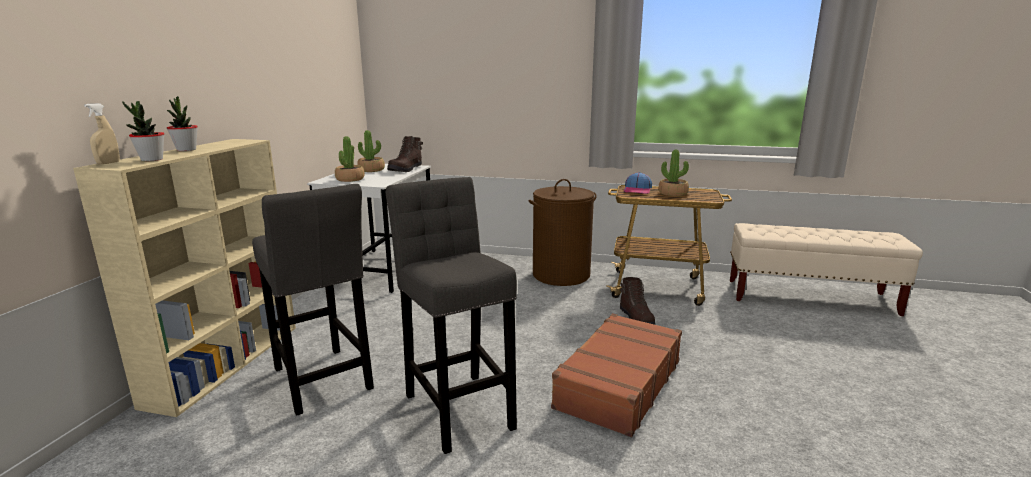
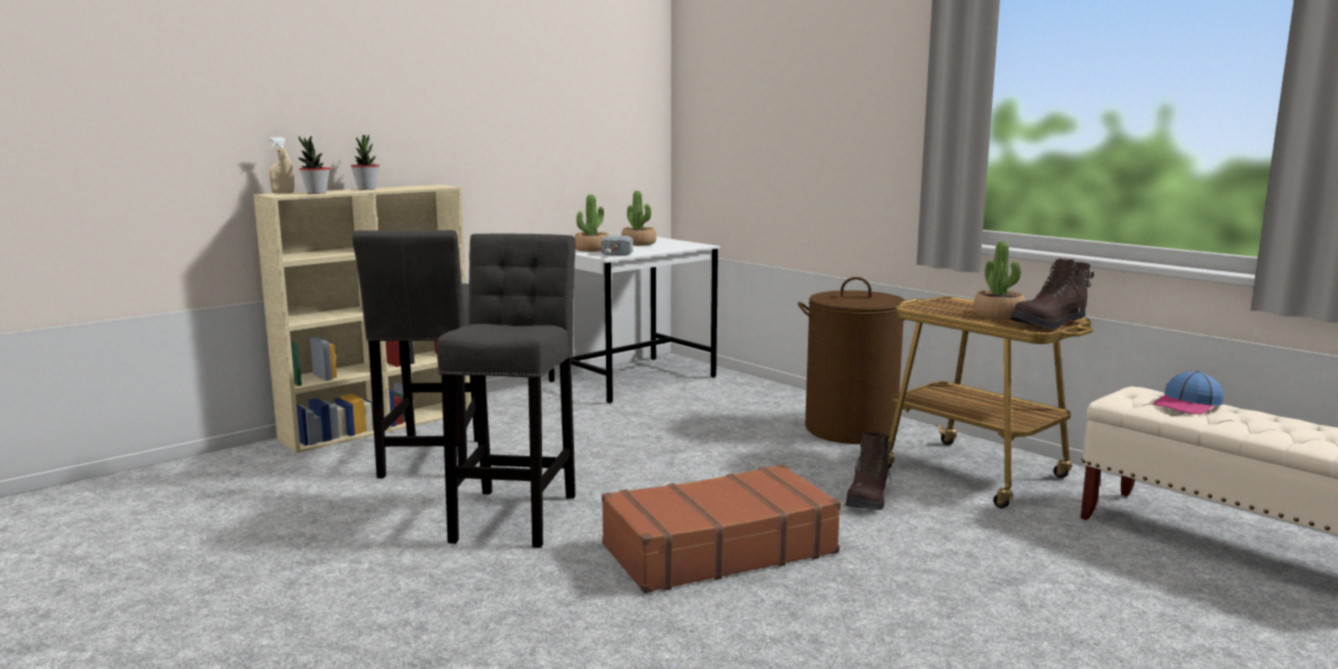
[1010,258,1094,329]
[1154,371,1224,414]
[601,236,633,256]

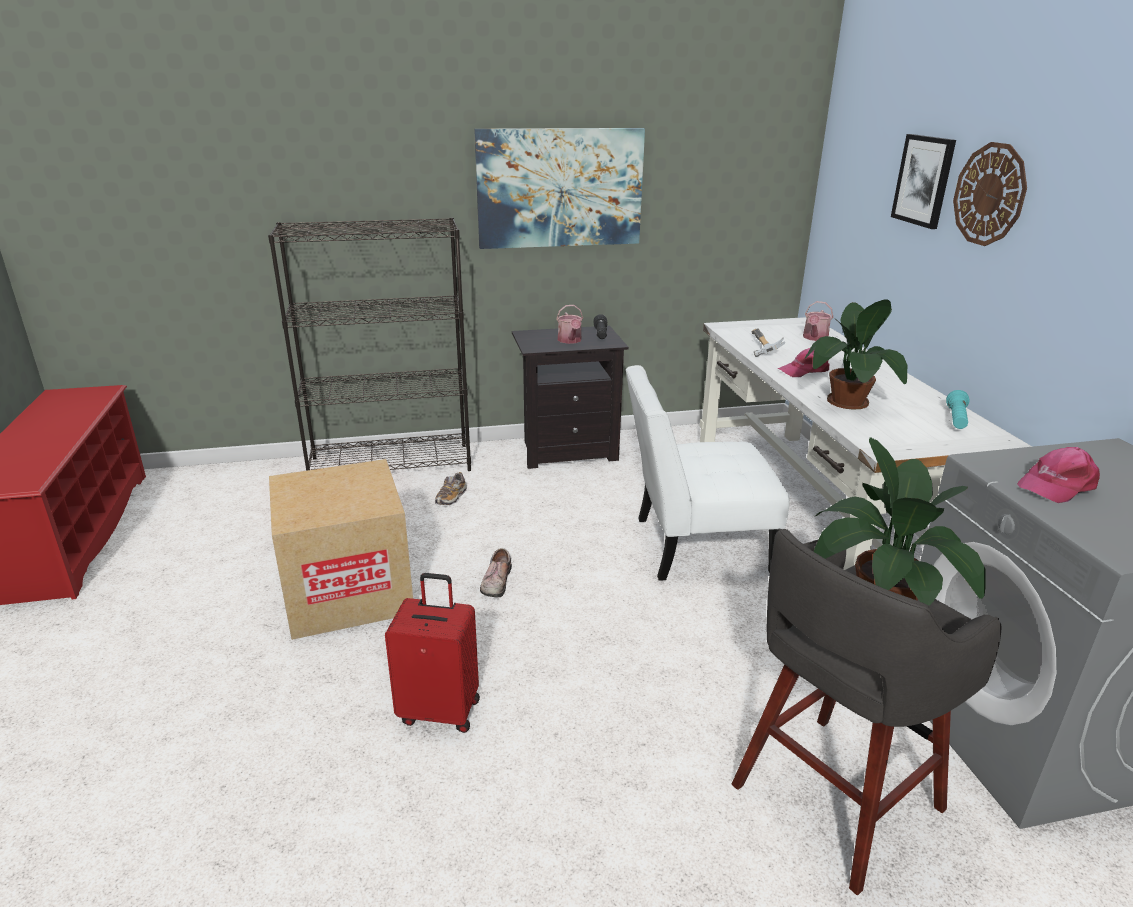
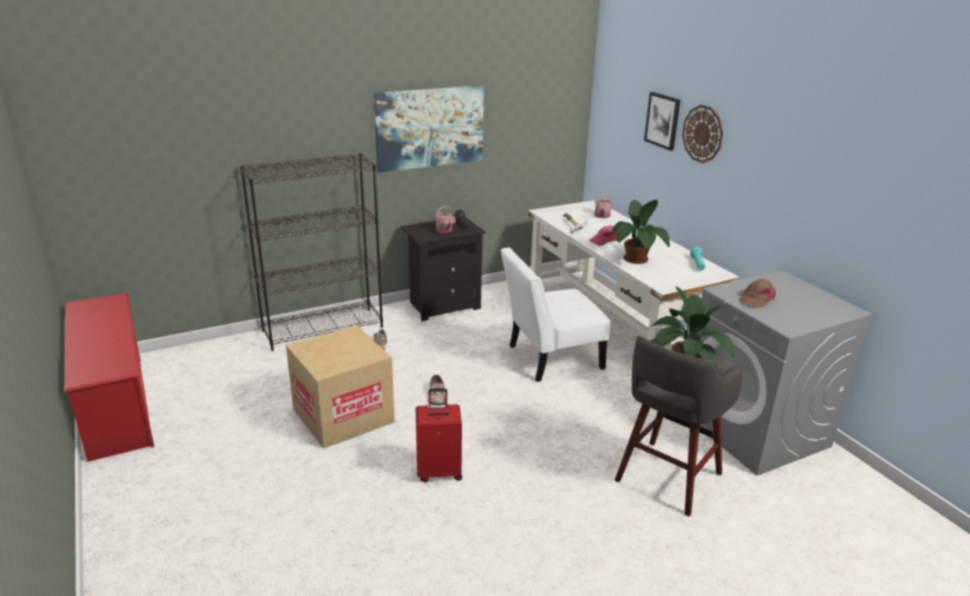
[739,279,776,308]

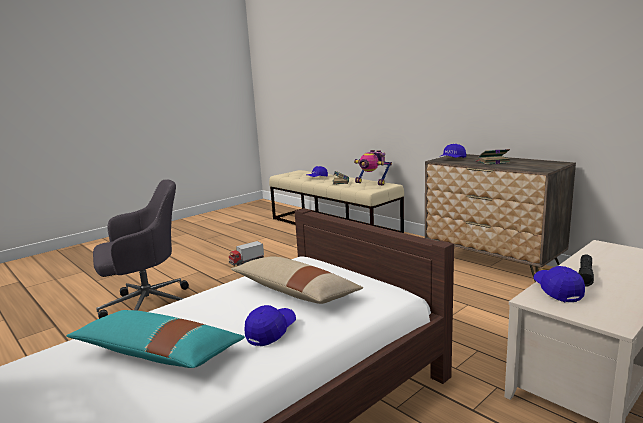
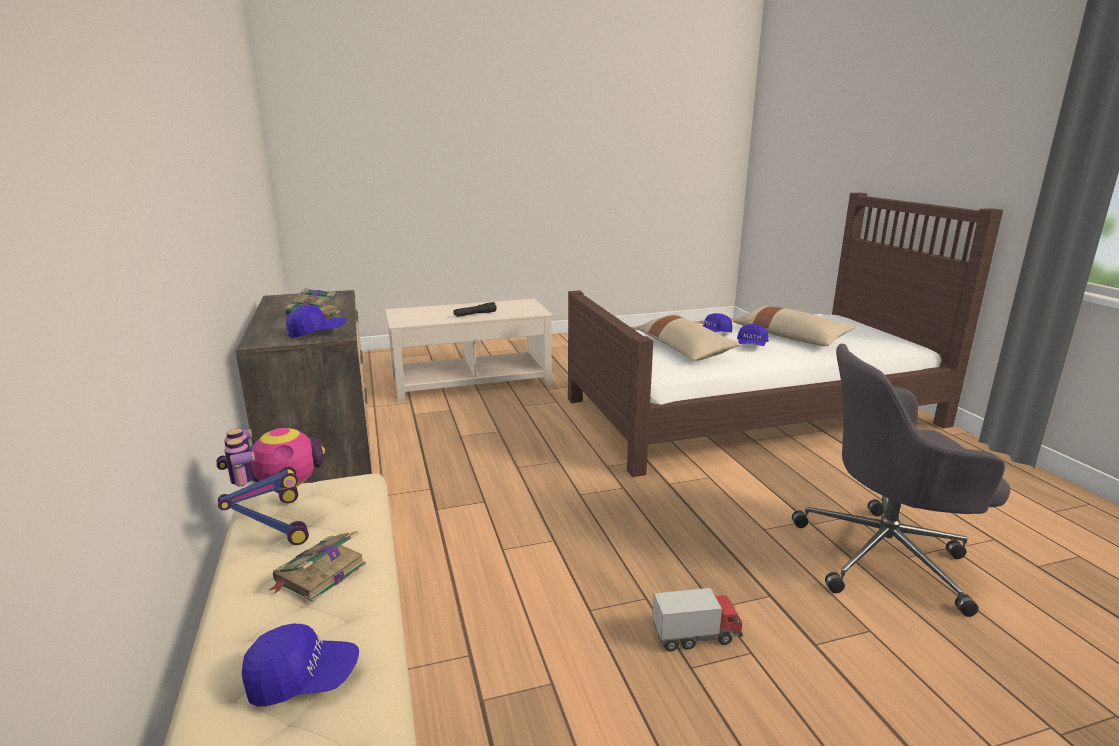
[737,324,769,346]
[733,306,855,346]

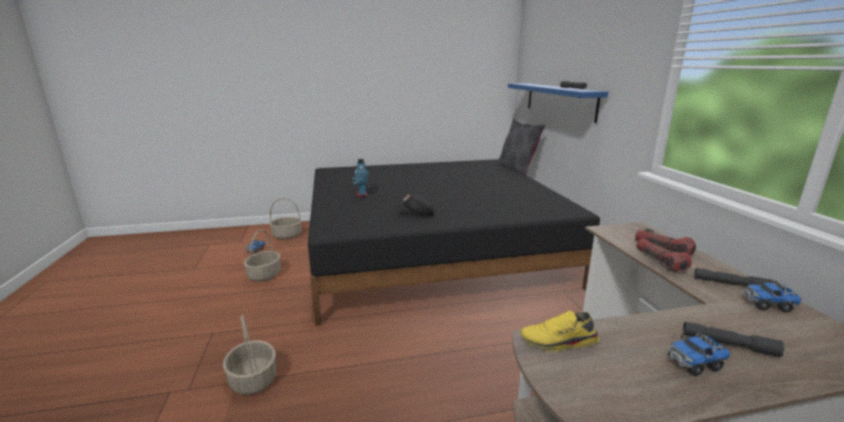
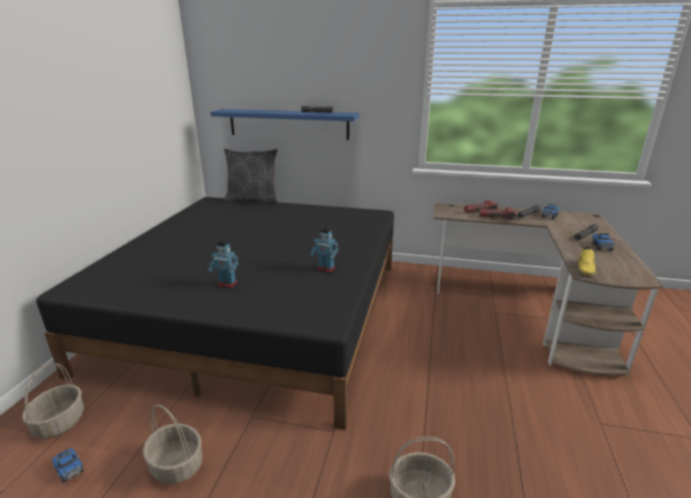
[310,226,338,273]

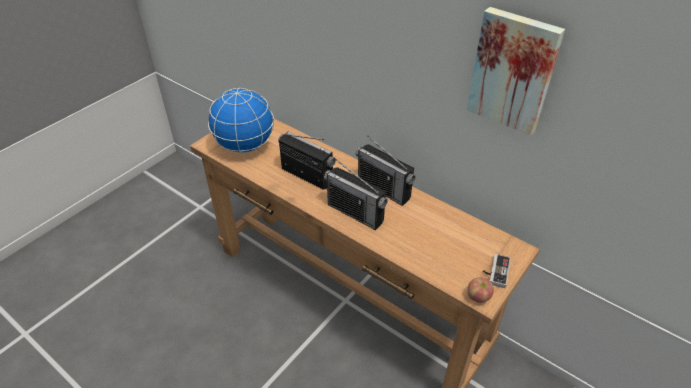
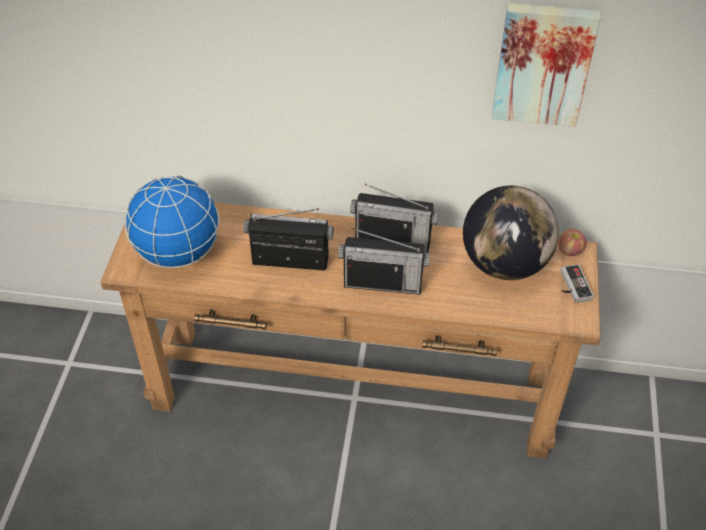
[558,229,587,256]
[463,186,559,280]

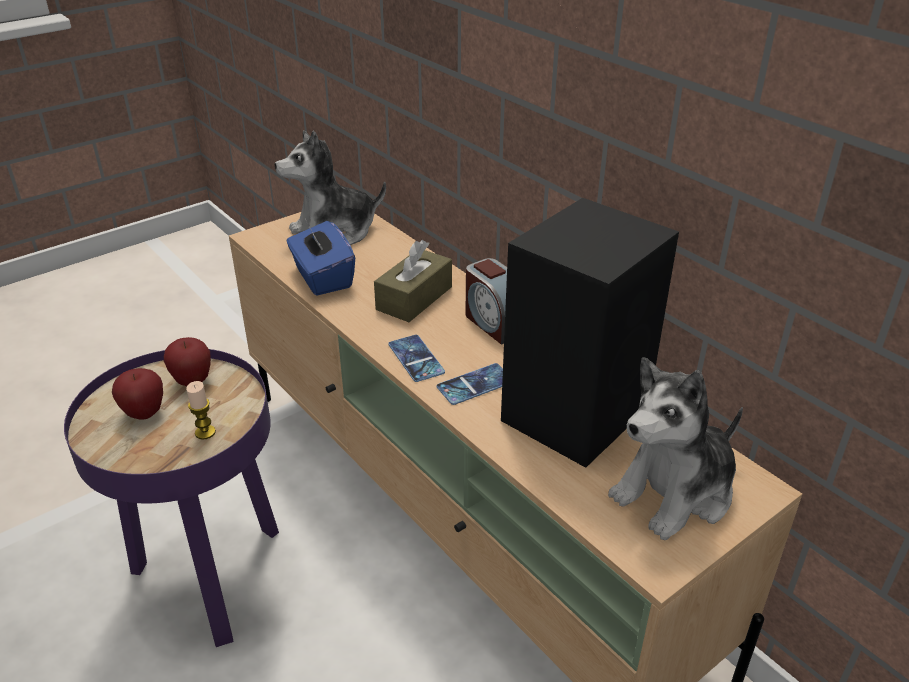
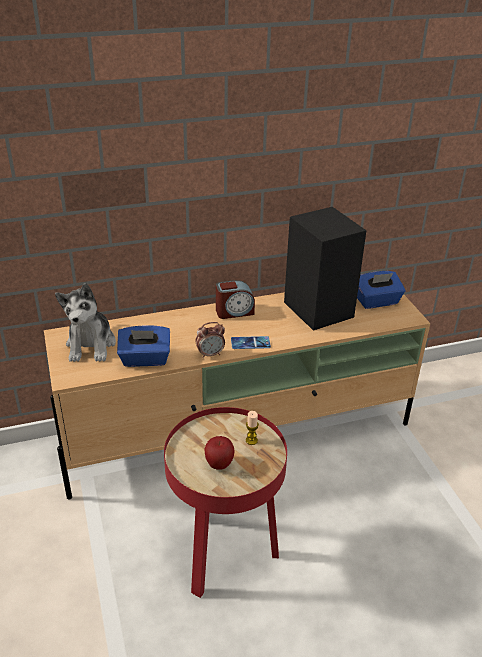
[374,240,452,322] (first image)
[164,337,211,386] (first image)
[164,407,287,598]
[357,271,405,309]
[437,363,503,405] (first image)
[195,322,225,358]

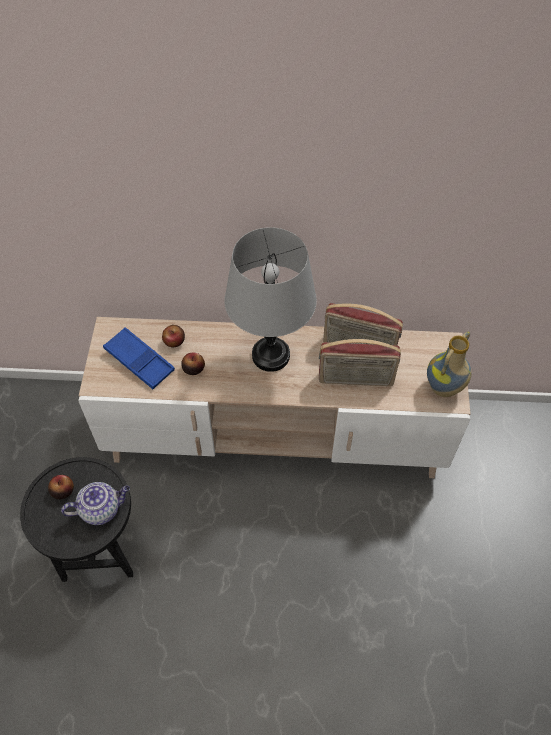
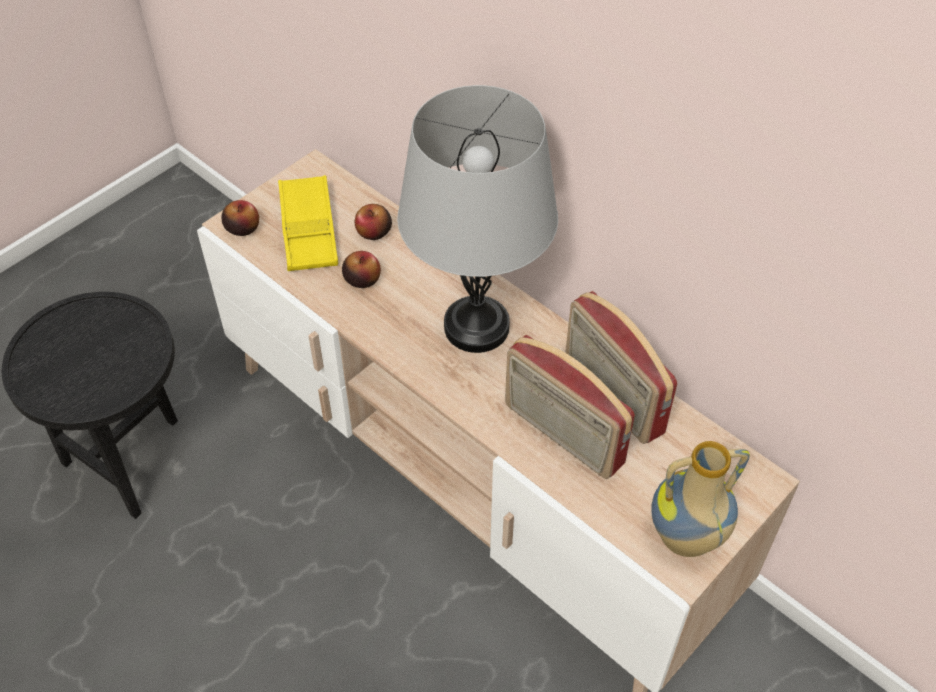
[278,175,338,271]
[221,200,259,236]
[61,482,130,525] (first image)

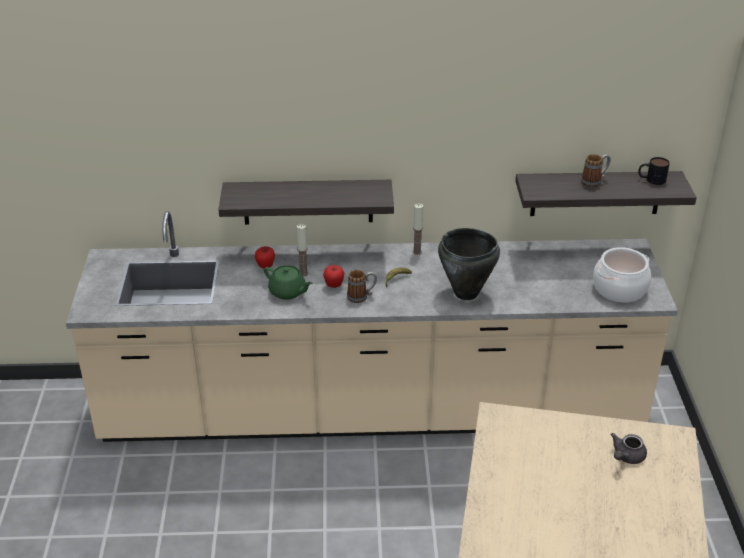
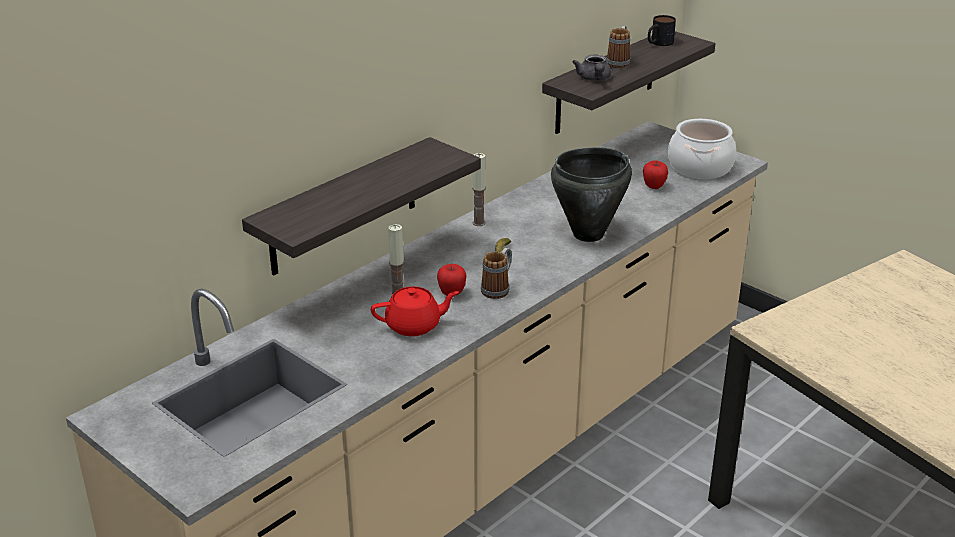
[643,160,668,189]
[371,286,459,336]
[572,55,611,81]

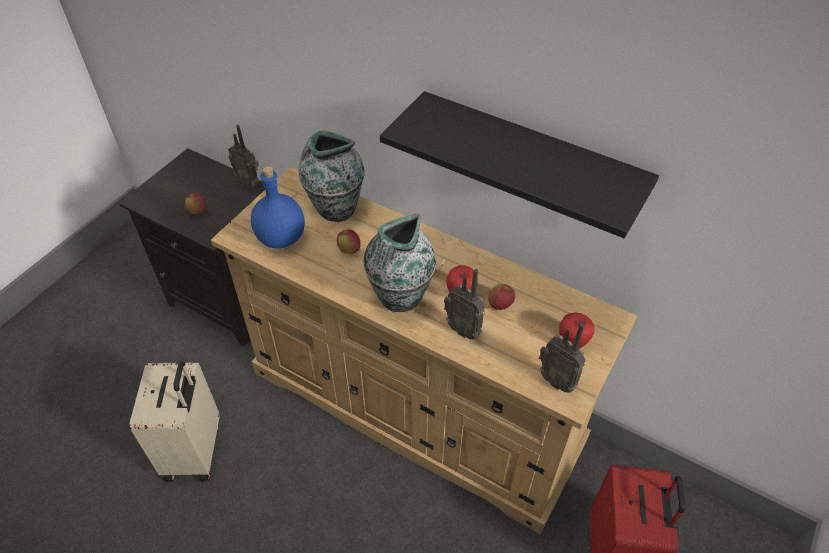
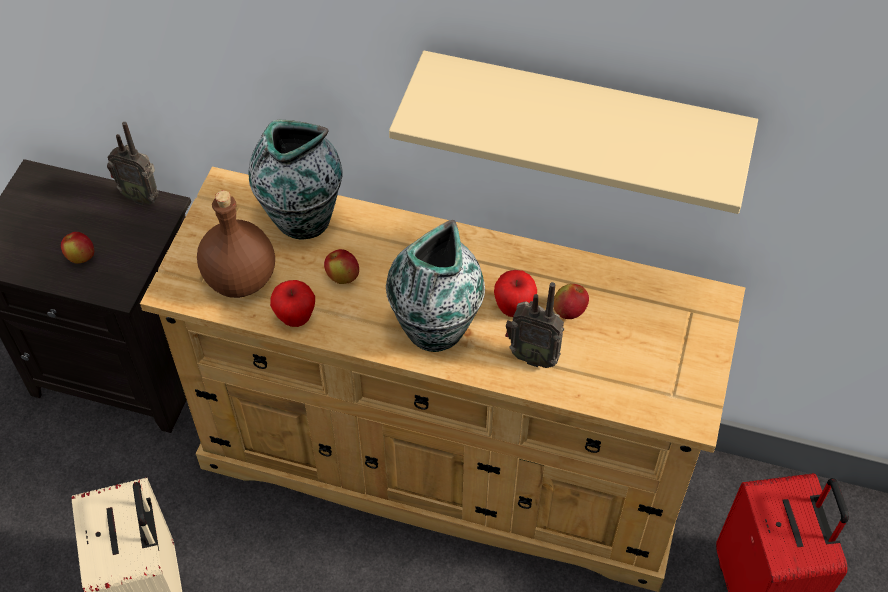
[389,51,758,214]
[197,190,275,298]
[270,280,315,327]
[539,323,586,392] (first image)

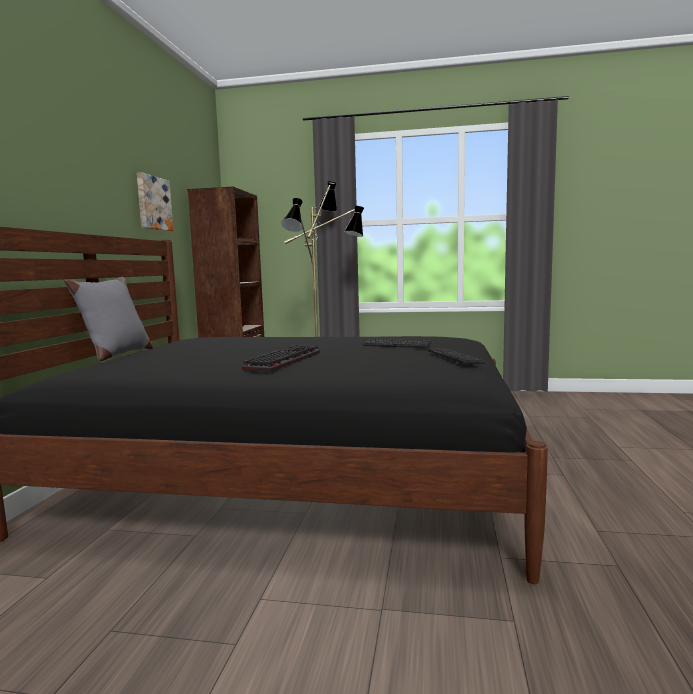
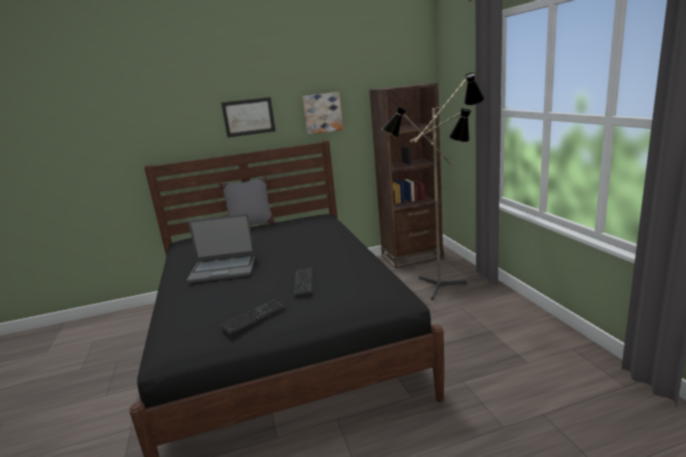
[187,214,255,283]
[221,97,276,137]

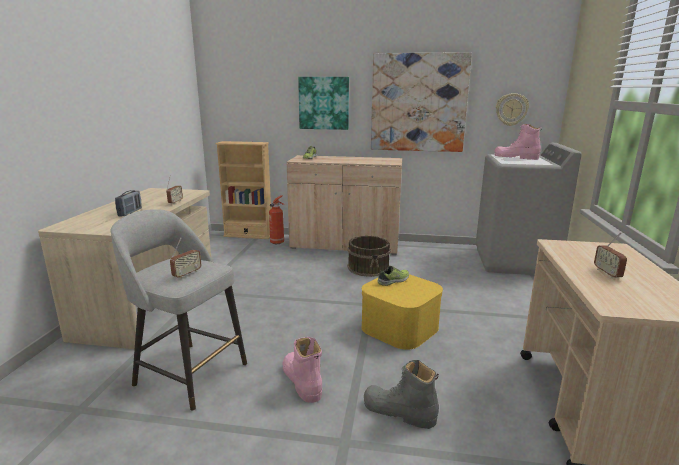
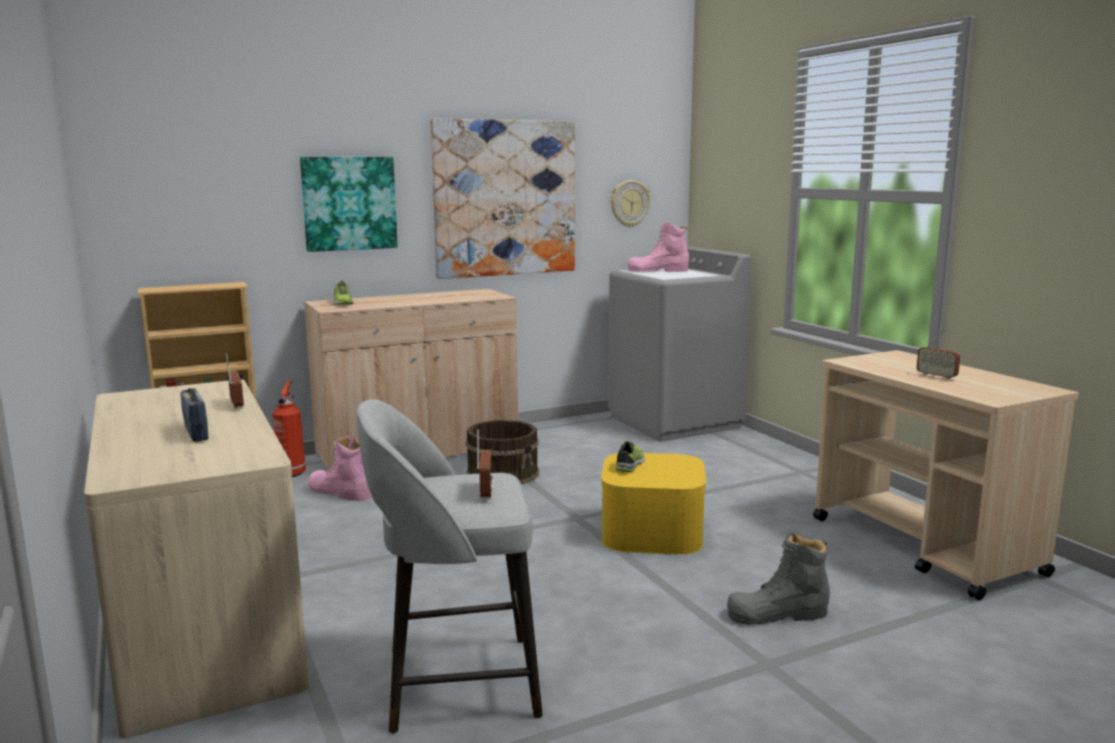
[308,436,372,501]

